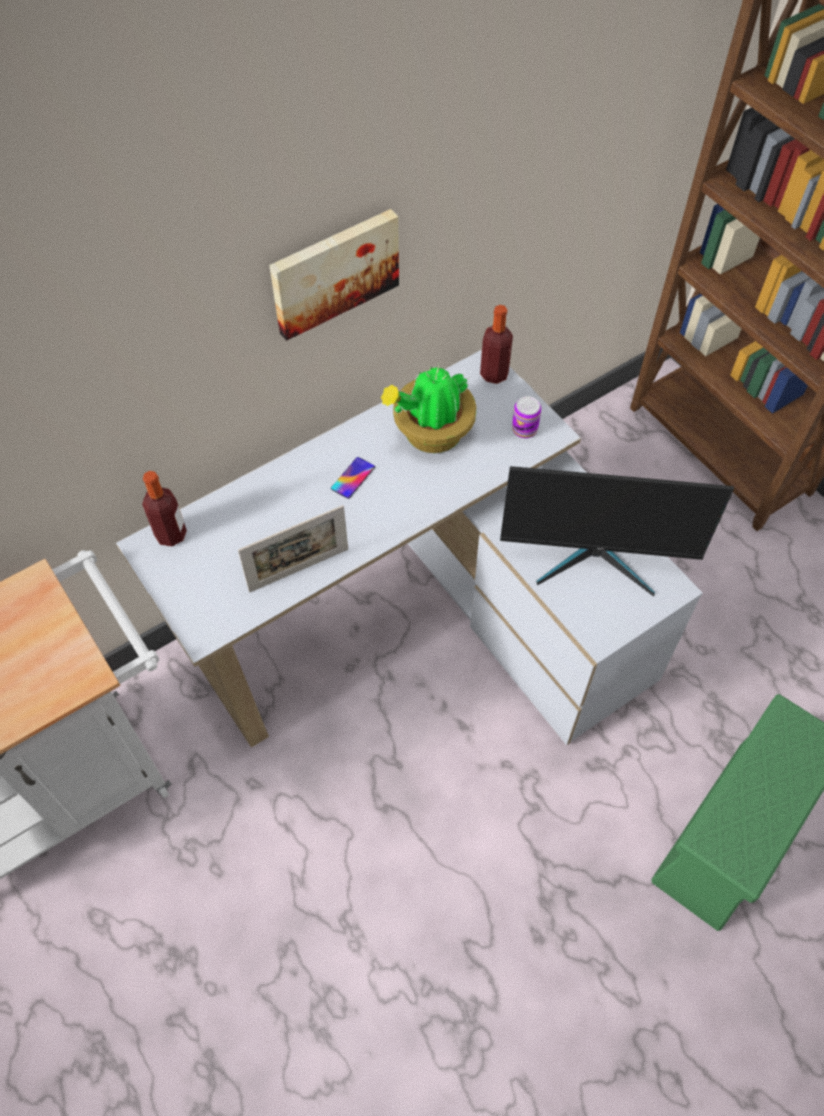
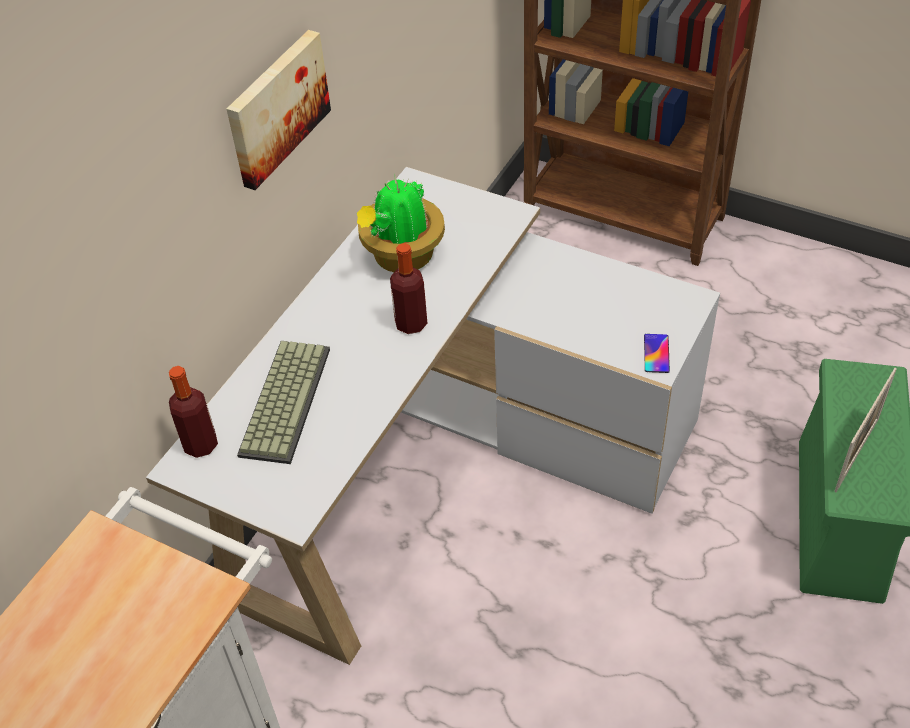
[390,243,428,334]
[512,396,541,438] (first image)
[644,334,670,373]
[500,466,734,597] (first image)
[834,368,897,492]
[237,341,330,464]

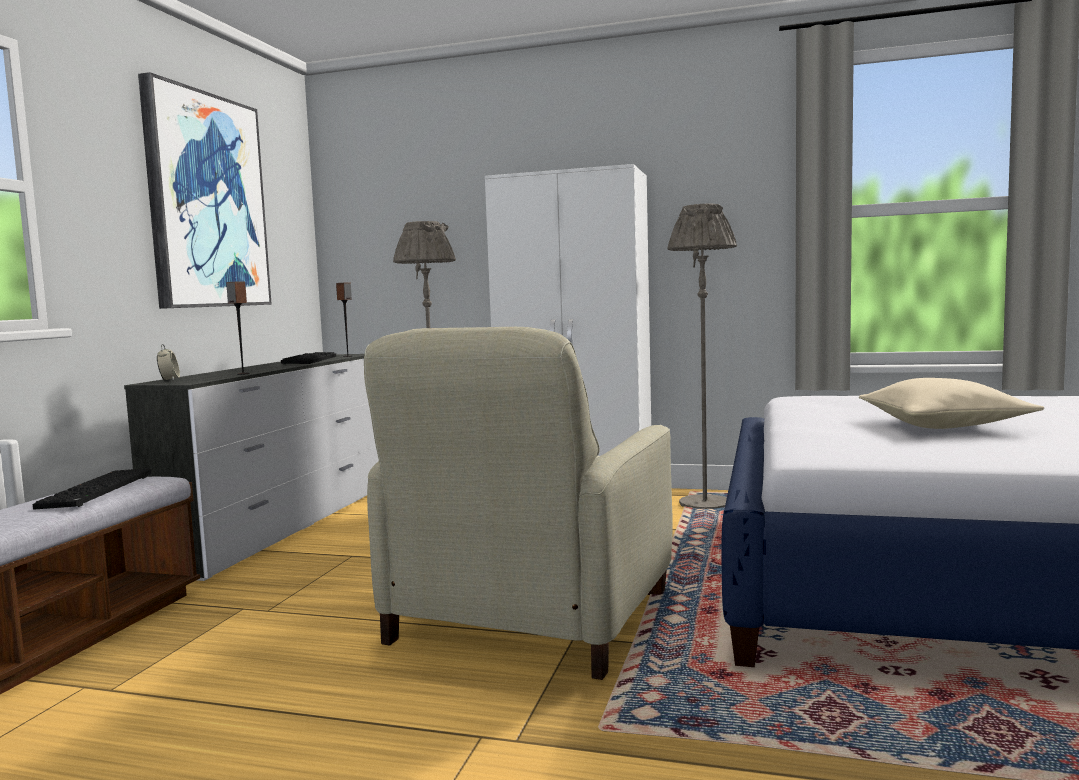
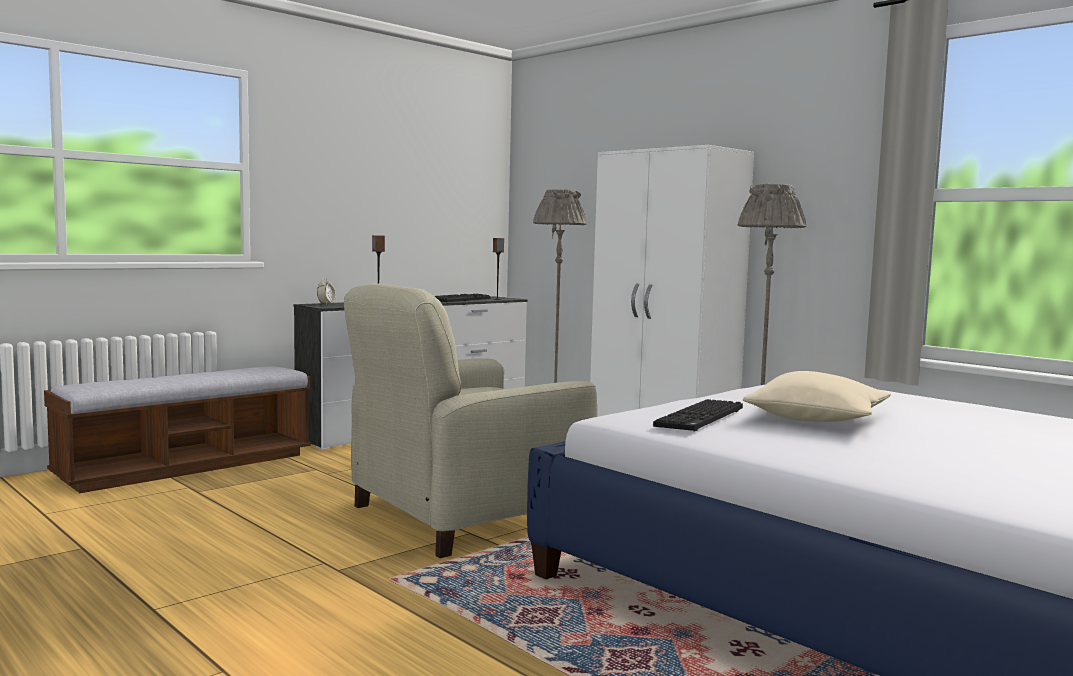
[138,72,272,309] (first image)
[653,399,743,431]

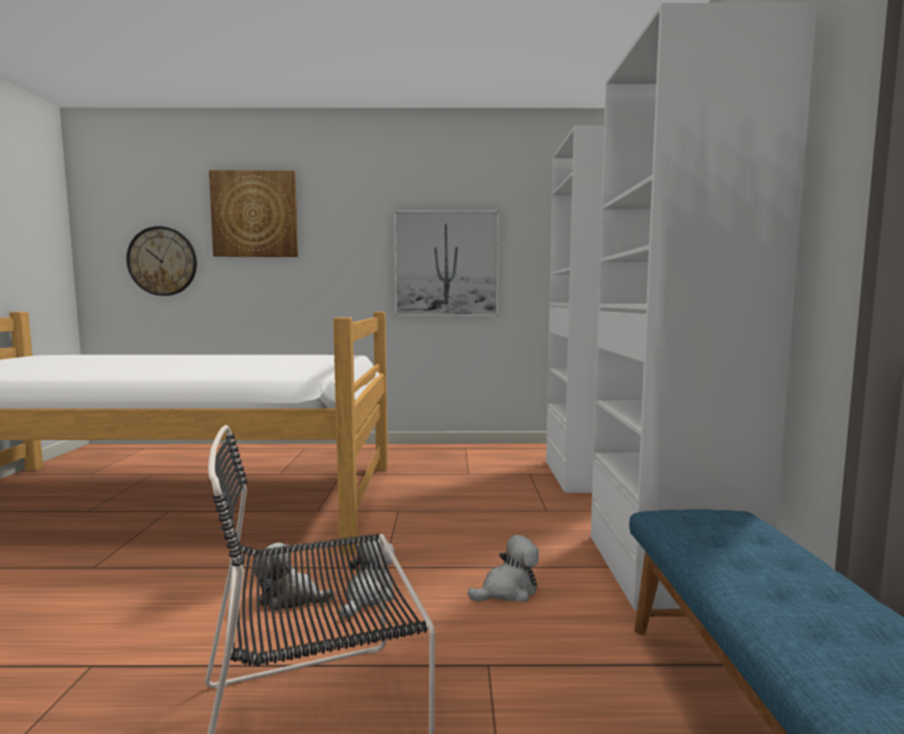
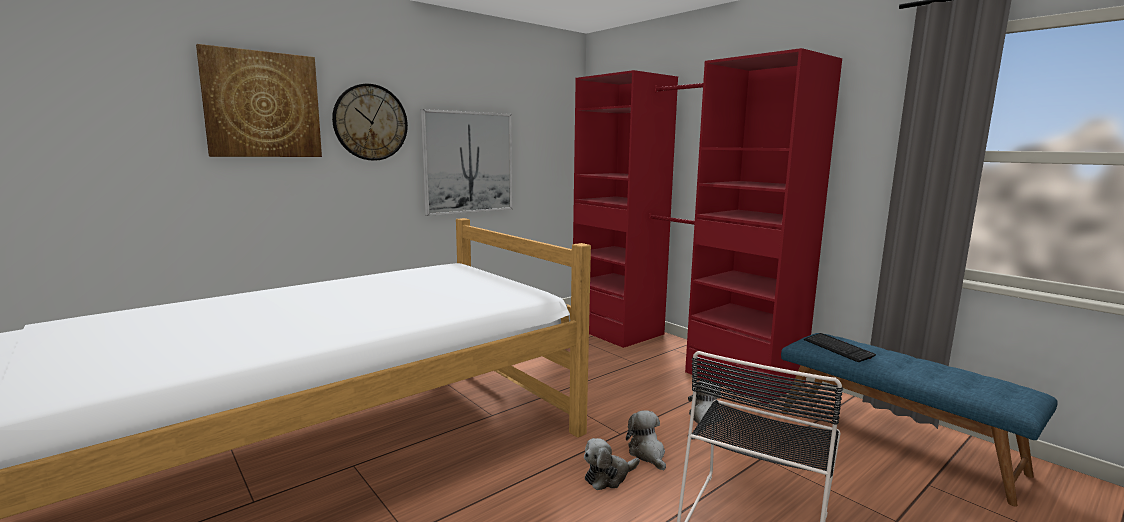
[573,48,842,404]
[332,84,408,161]
[804,333,876,363]

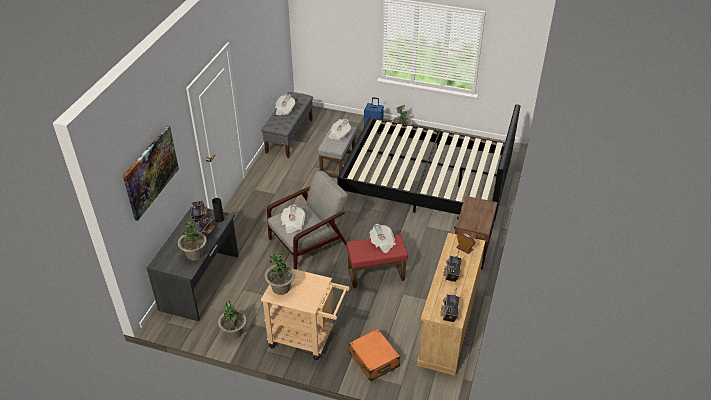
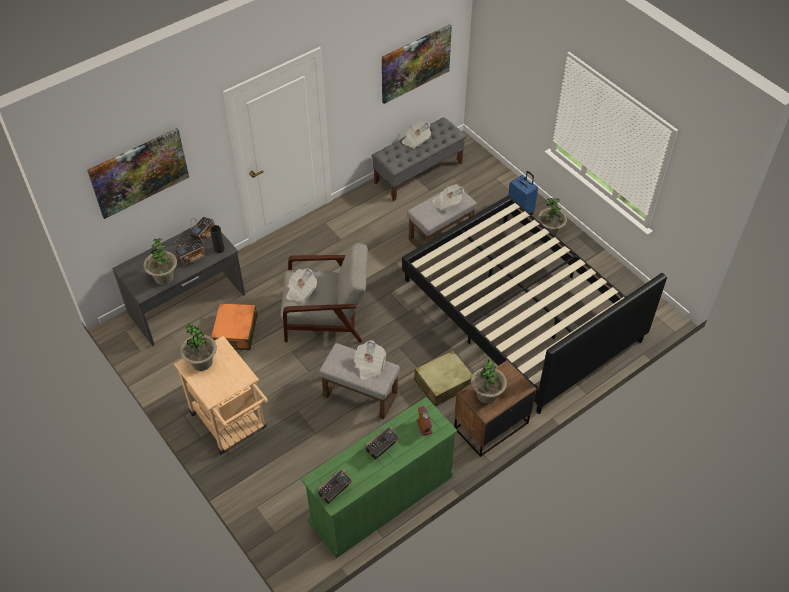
[301,397,458,558]
[319,343,400,420]
[471,359,507,404]
[211,303,257,350]
[382,24,452,104]
[414,350,473,407]

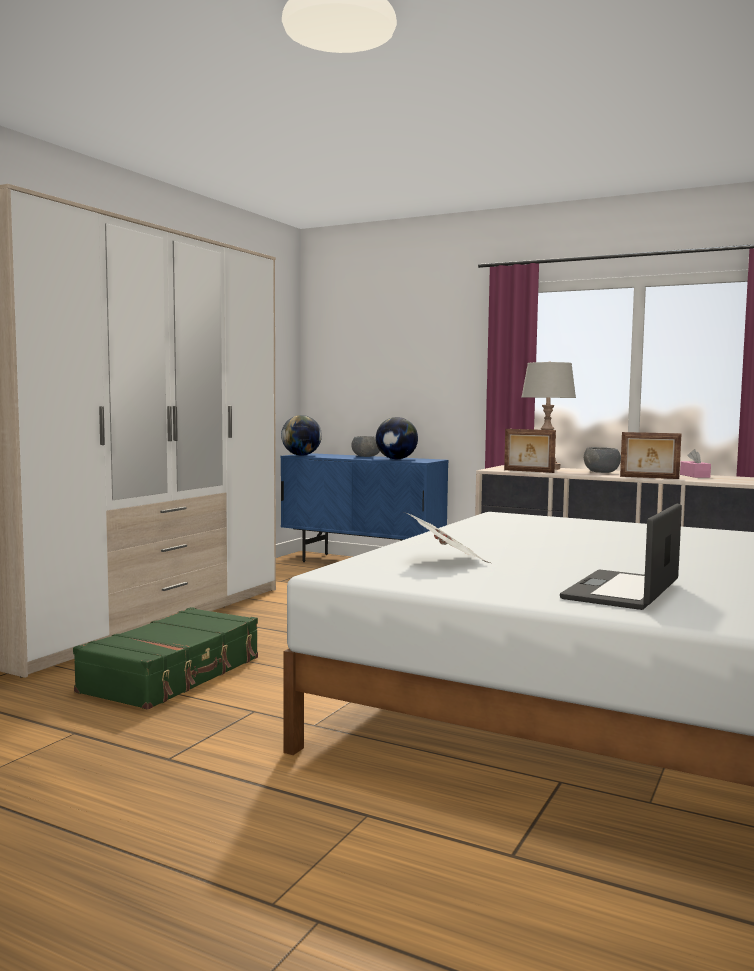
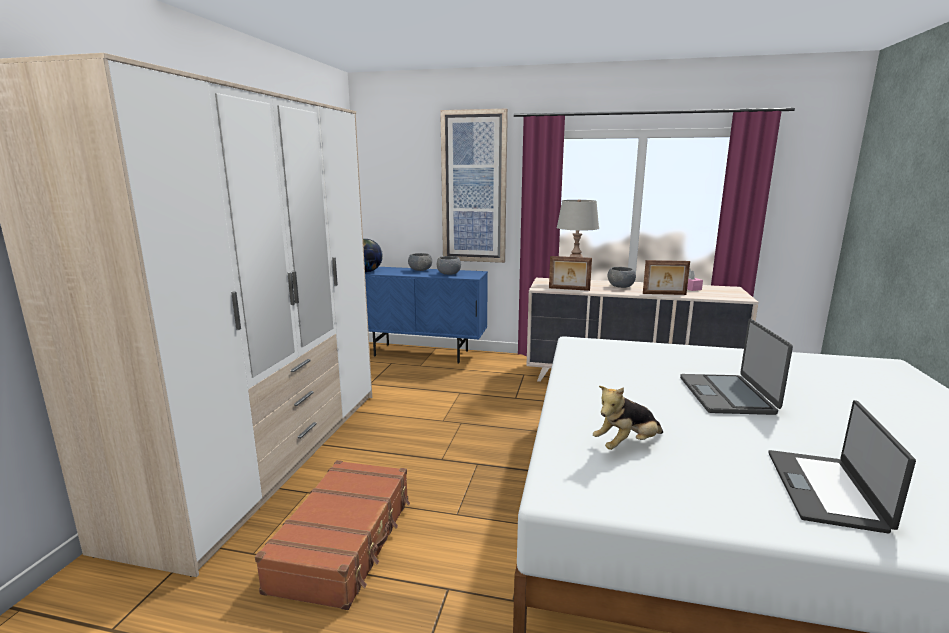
[437,256,461,275]
[593,386,663,450]
[255,460,410,610]
[440,108,508,263]
[680,319,793,415]

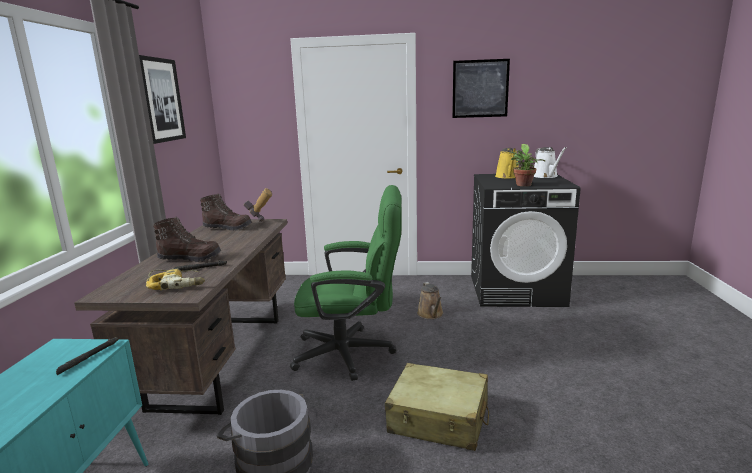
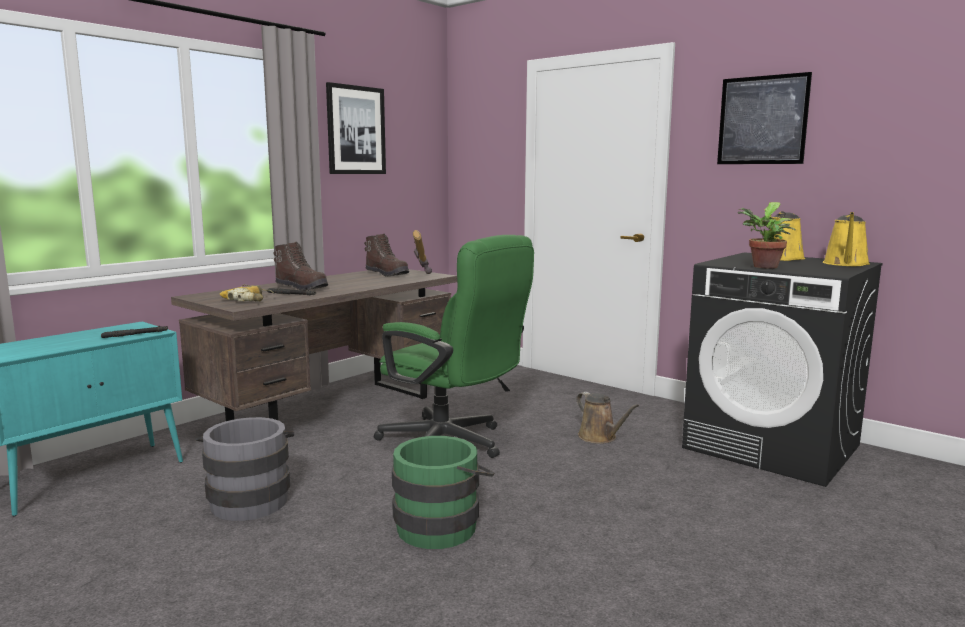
[823,212,870,266]
[576,392,639,444]
[392,436,495,549]

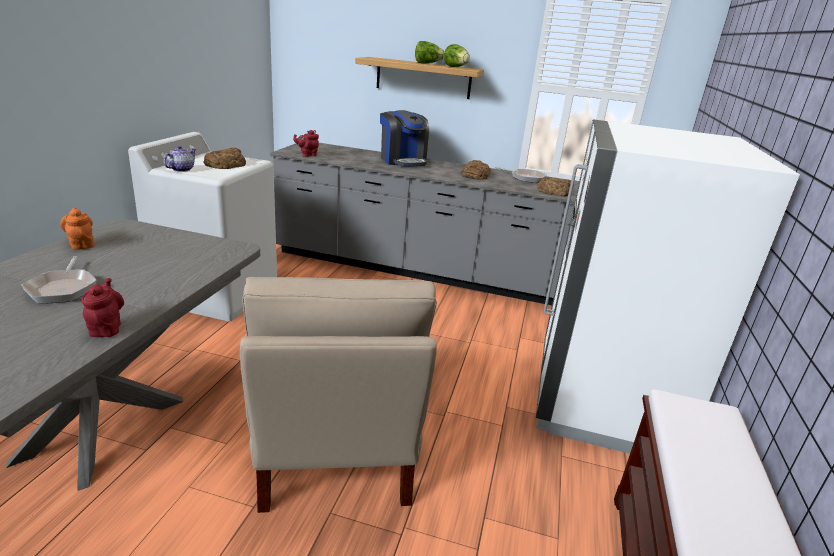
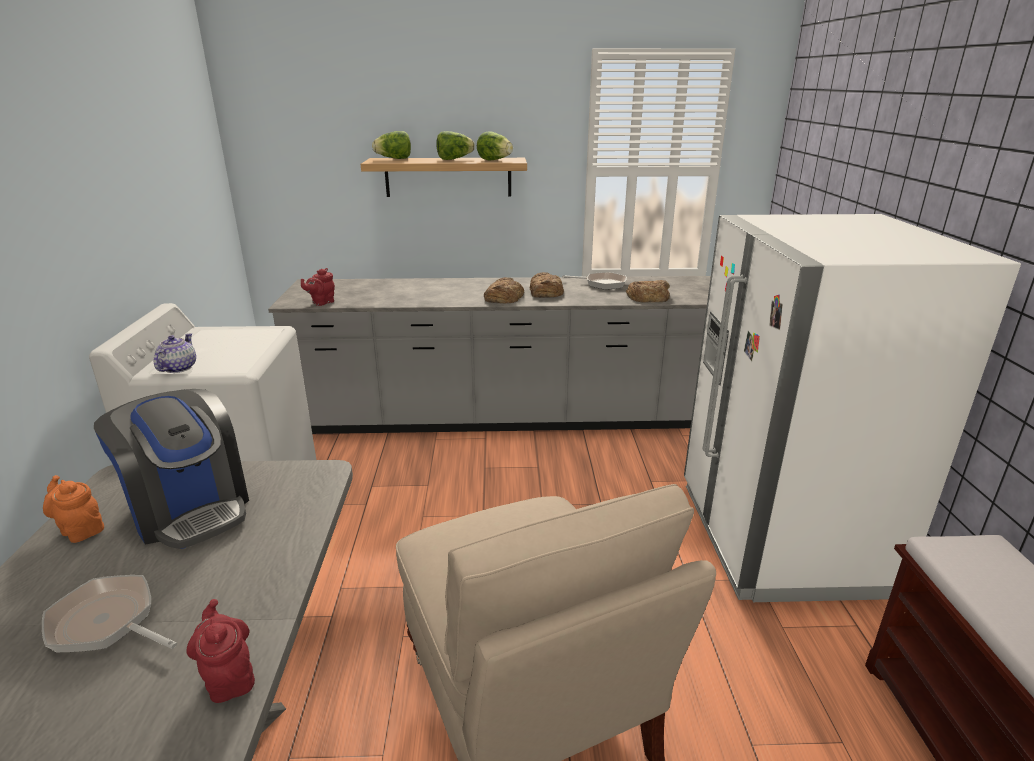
[94,389,249,549]
[484,277,524,304]
[42,575,177,652]
[372,131,411,159]

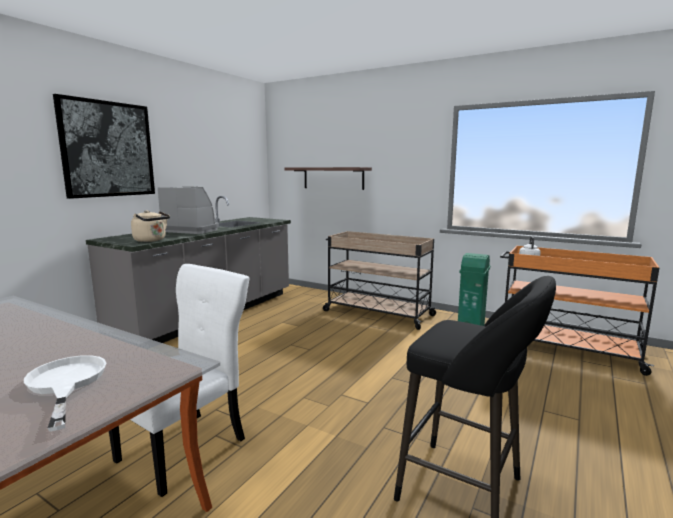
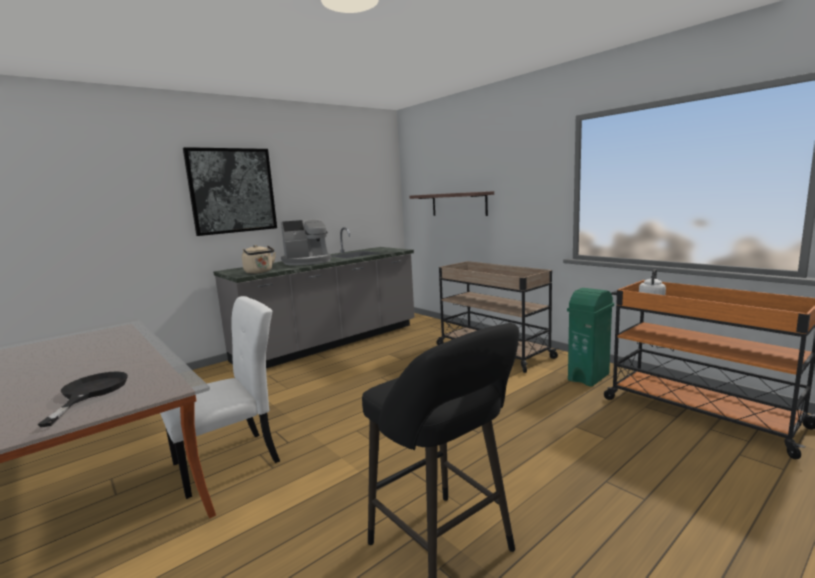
[281,219,331,266]
[38,371,128,427]

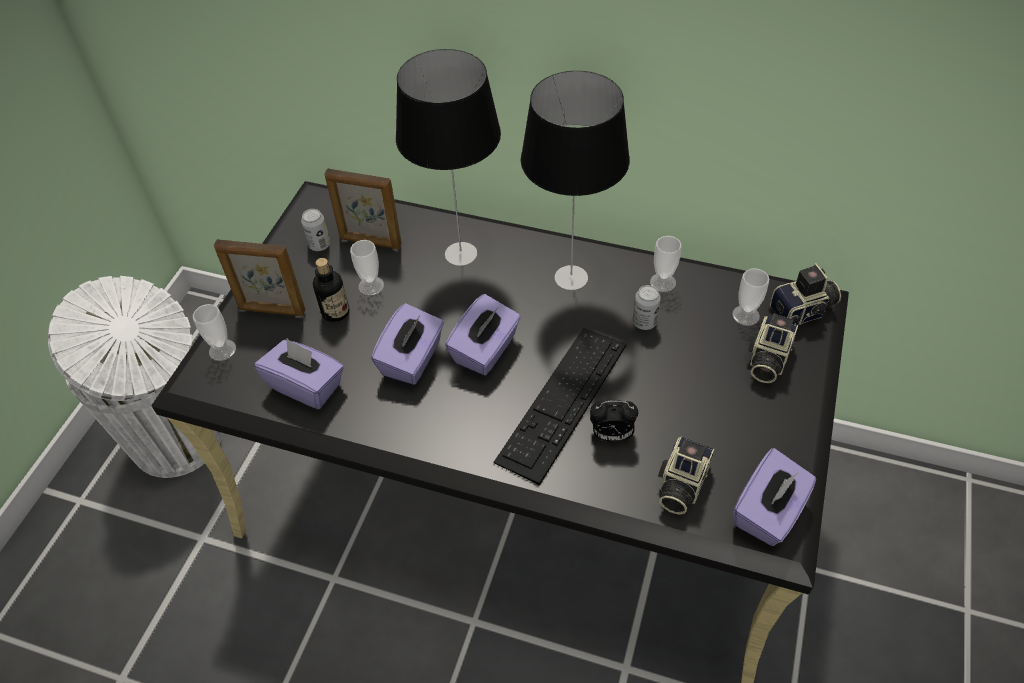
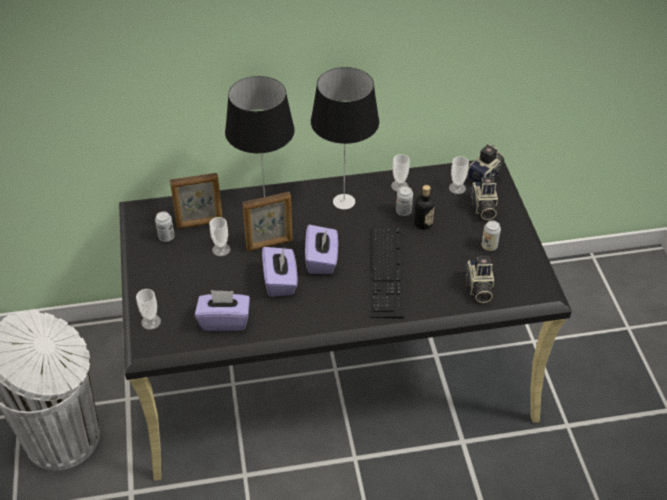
[242,192,293,251]
[414,185,435,230]
[590,400,638,442] (first image)
[733,448,816,546] (first image)
[481,220,501,251]

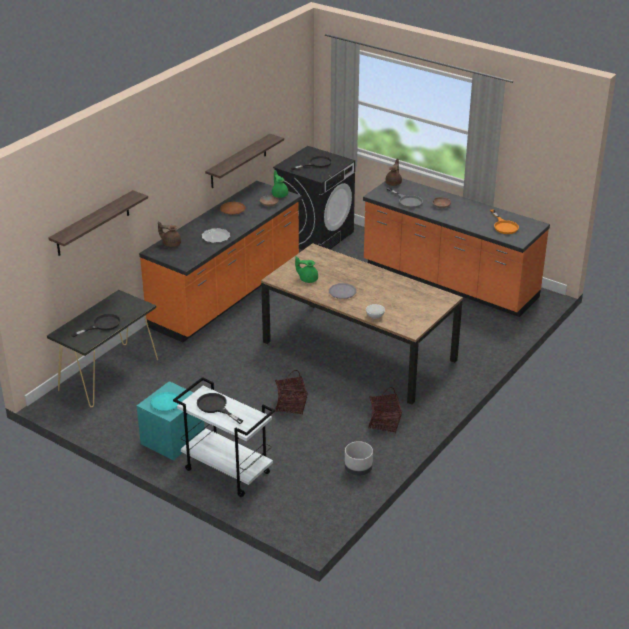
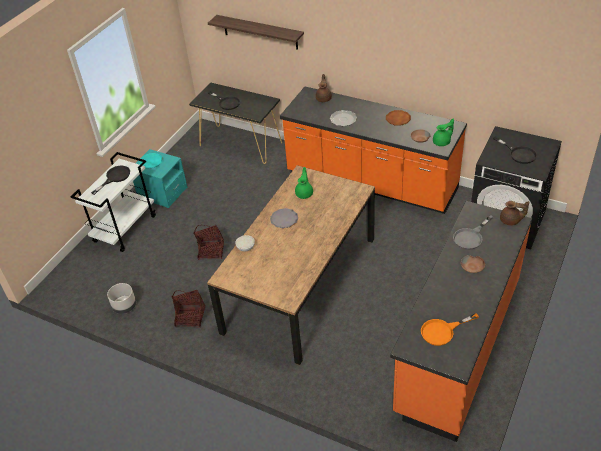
[205,134,284,188] (first image)

